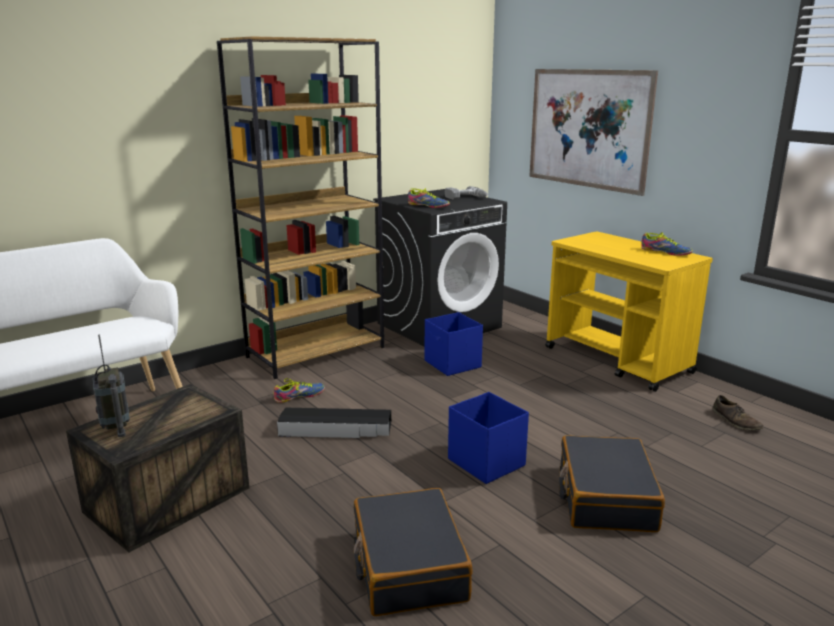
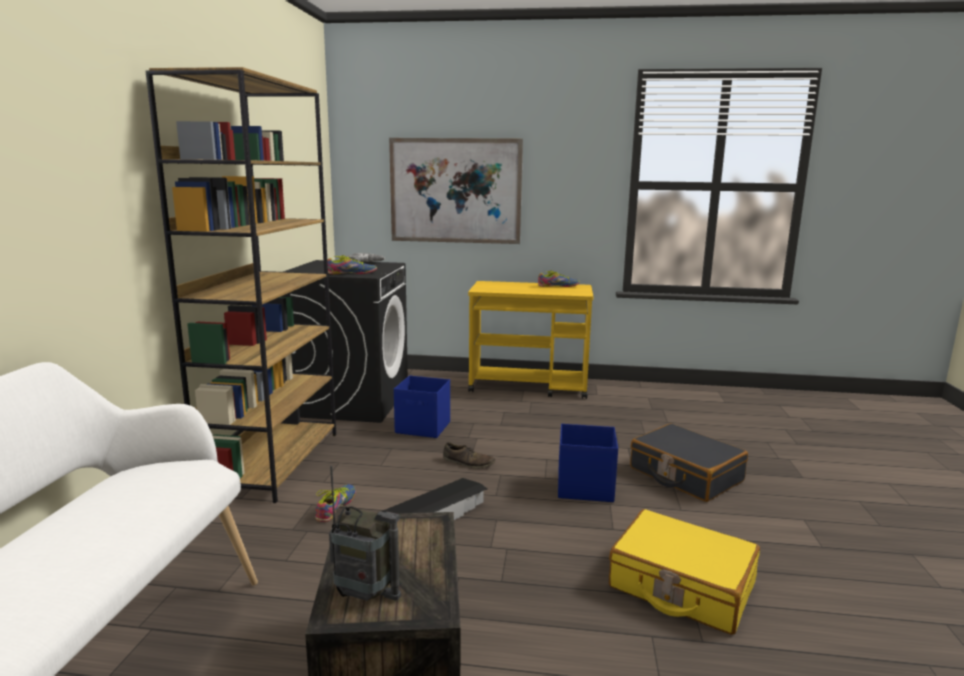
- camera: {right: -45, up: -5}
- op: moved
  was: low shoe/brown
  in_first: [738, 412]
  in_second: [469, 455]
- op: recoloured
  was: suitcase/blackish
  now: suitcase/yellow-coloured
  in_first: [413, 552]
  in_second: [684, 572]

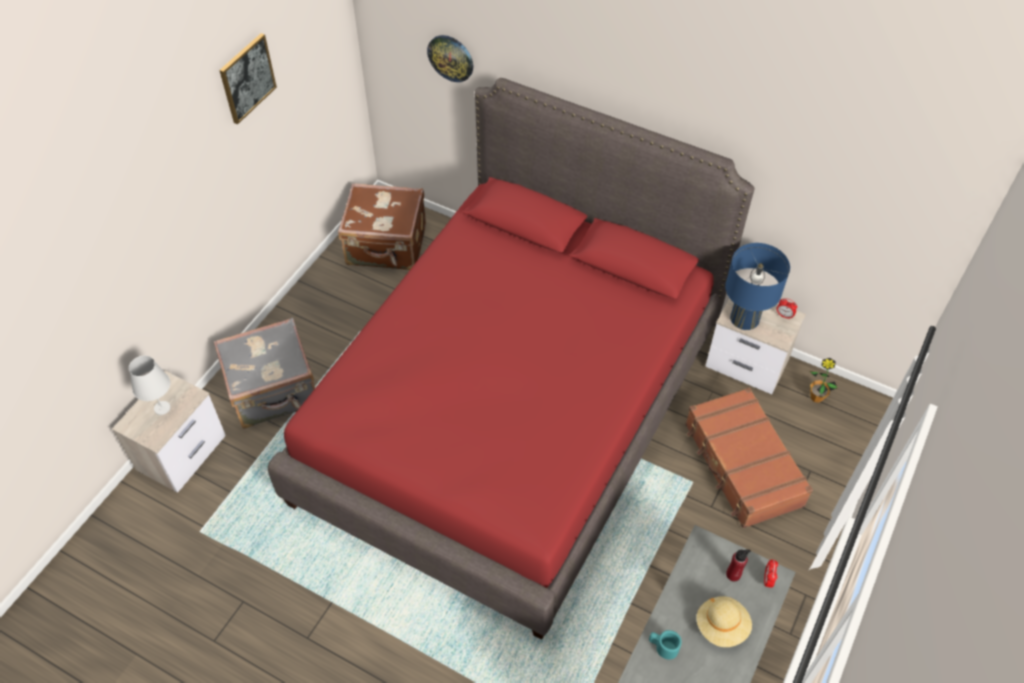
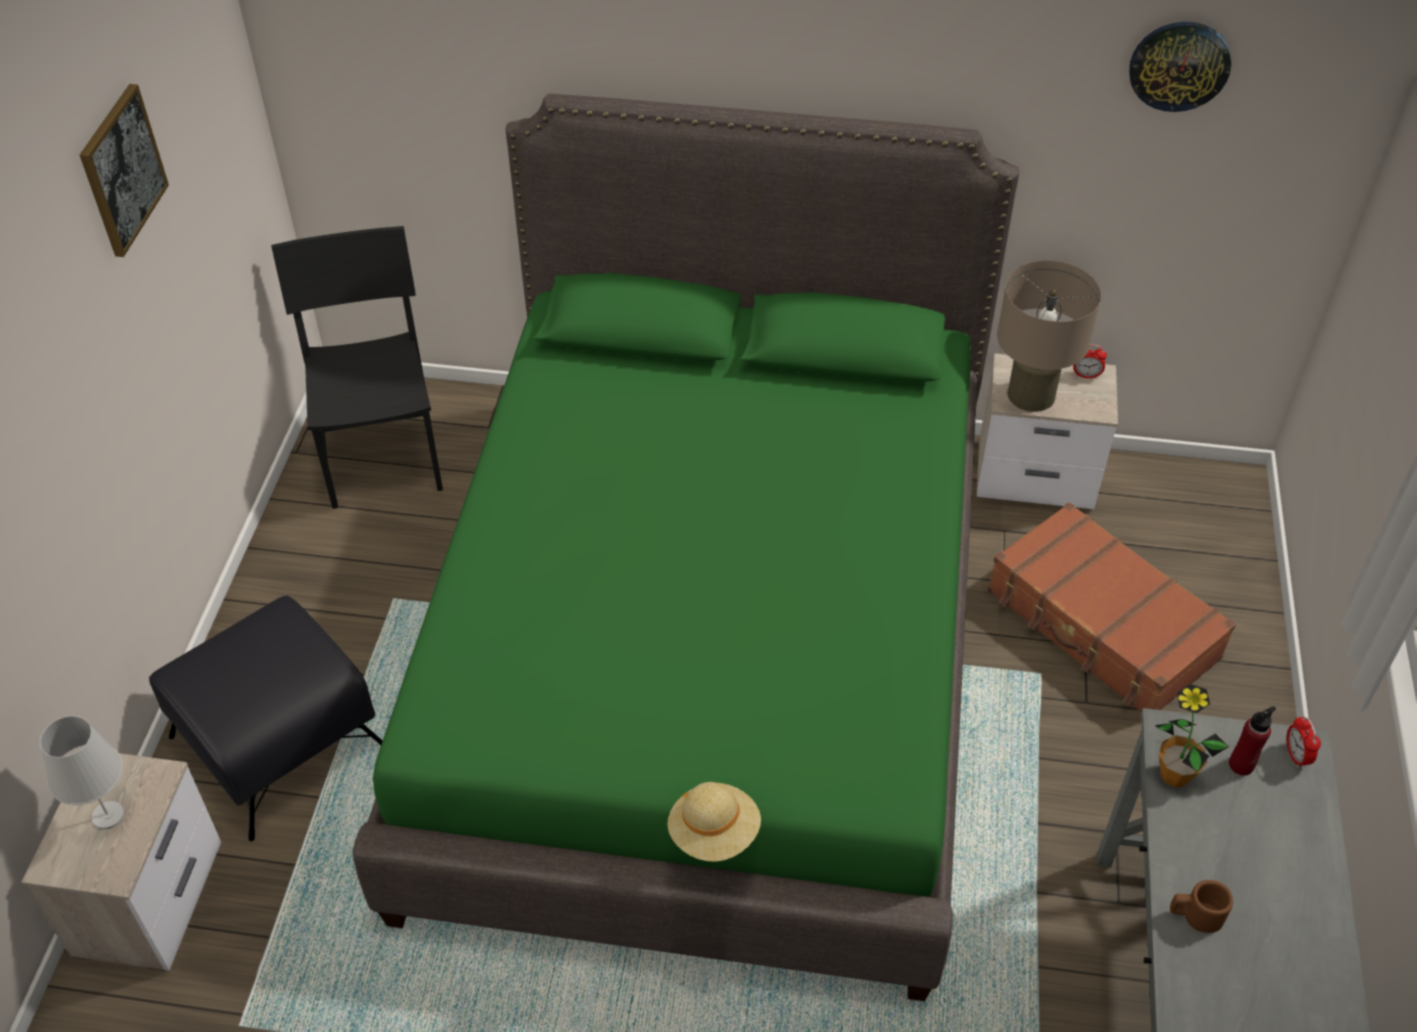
- camera: {right: -20, up: -5}
- op: moved
  was: clock on the wall
  in_first: [450, 58]
  in_second: [1180, 67]
- op: recoloured
  was: bedroom bed/red-coloured
  now: bedroom bed/greenish
  in_first: [511, 359]
  in_second: [686, 547]
- op: replaced
  was: suitcase/brown
  now: upright chair/blackish
  in_first: [382, 226]
  in_second: [357, 367]
- op: recoloured
  was: table lamp/bluish
  now: table lamp/beige-coloured
  in_first: [757, 286]
  in_second: [1049, 336]
- op: replaced
  was: suitcase/greyish
  now: ottoman/blackish
  in_first: [264, 373]
  in_second: [265, 718]
- op: moved
  was: houseplant
  in_first: [824, 380]
  in_second: [1192, 736]
- op: moved
  was: wearable hat/beige-coloured
  in_first: [724, 621]
  in_second: [714, 822]
- op: recoloured
  was: coffee mug/turquoise-coloured
  now: coffee mug/brown
  in_first: [665, 644]
  in_second: [1201, 906]

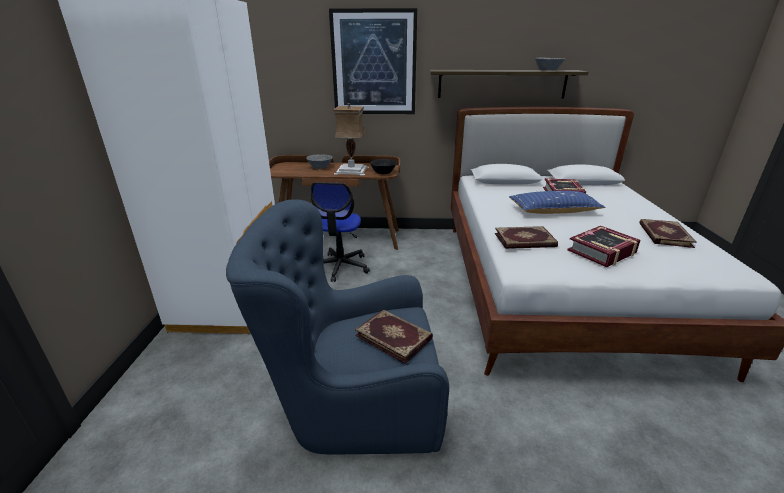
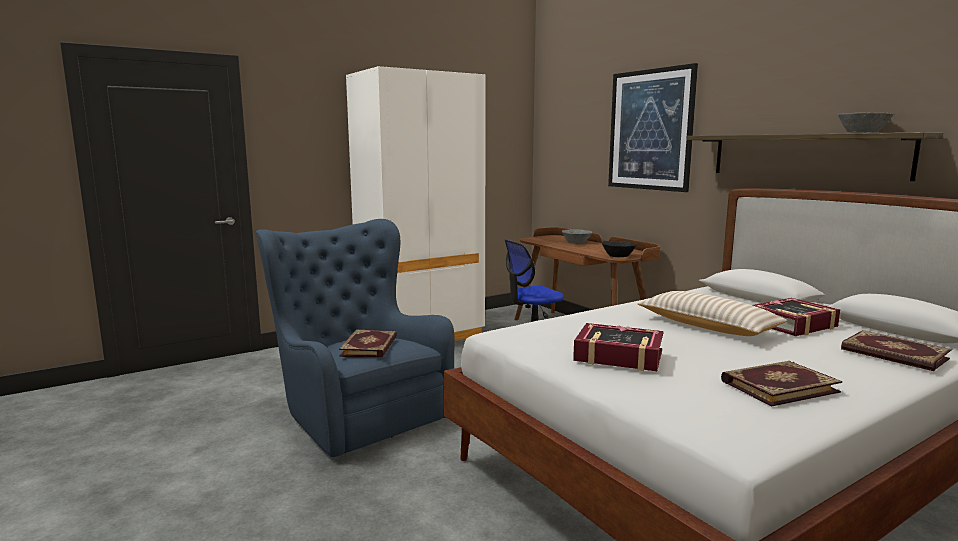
- camera: {right: 55, up: -15}
- op: removed
  was: table lamp
  in_first: [351, 139]
- op: recoloured
  was: throw pillow/bluish
  now: throw pillow/beige-coloured
  in_first: [557, 202]
  in_second: [712, 313]
- op: moved
  was: book
  in_first: [526, 237]
  in_second: [896, 350]

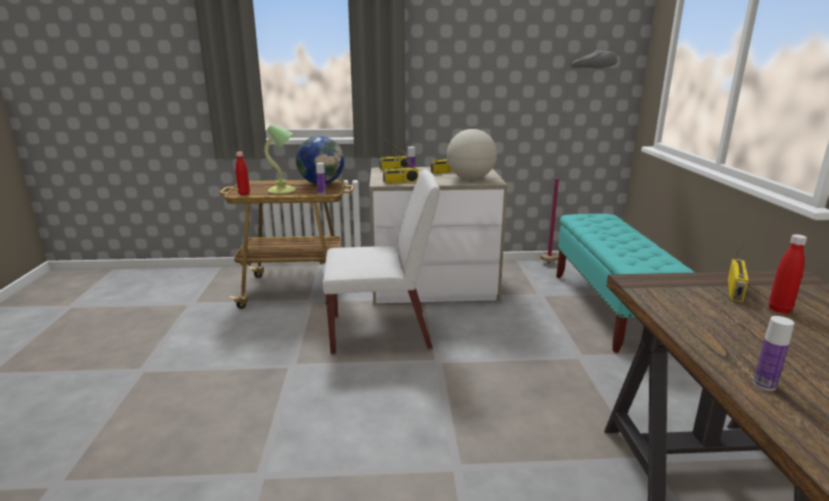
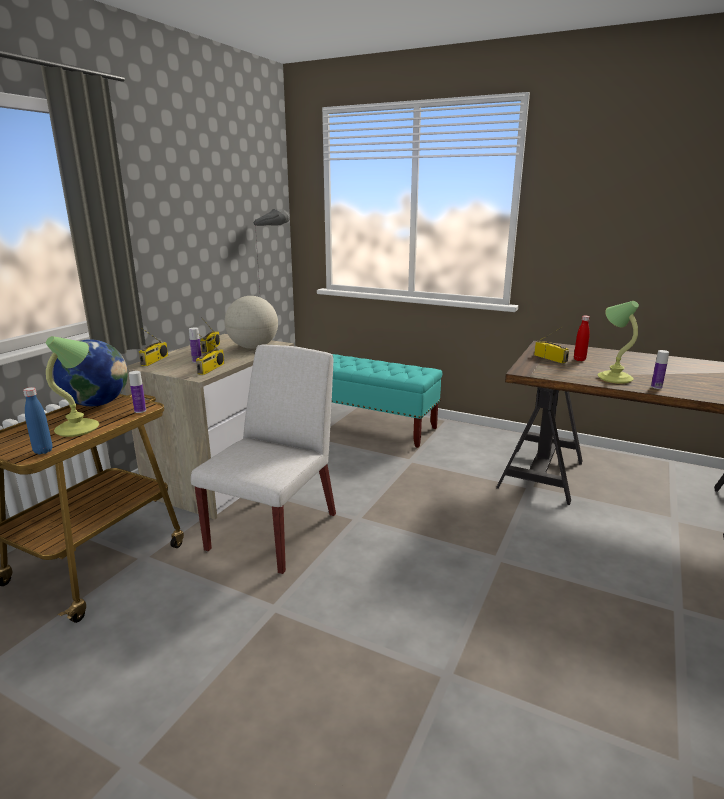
- camera: {right: -60, up: 0}
- op: recoloured
  was: beverage bottle/red-coloured
  now: beverage bottle/bluish
  in_first: [243, 173]
  in_second: [38, 420]
- op: added
  now: table lamp
  in_second: [618, 342]

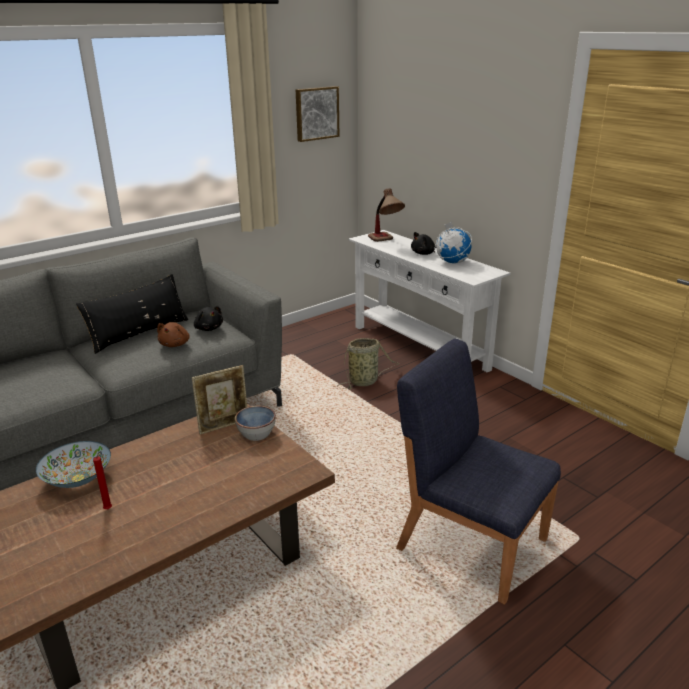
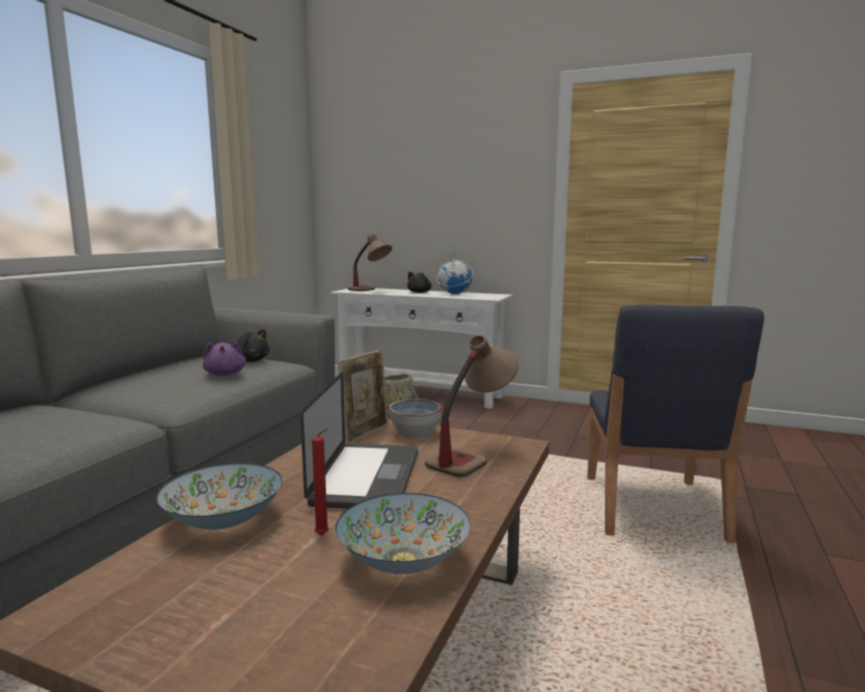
- camera: {right: -30, up: -15}
- op: removed
  was: wall picture
  in_first: [317, 114]
- op: removed
  was: throw pillow/blackish
  in_first: [132, 314]
- op: recoloured
  was: plush toy/brown
  now: plush toy/purple-coloured
  in_first: [173, 334]
  in_second: [224, 359]
- op: turned
  was: upright chair/bluish
  in_first: [478, 472]
  in_second: [675, 424]
  clockwise: -90
- op: added
  now: table lamp
  in_second: [471, 406]
- op: added
  now: portable computer
  in_second: [359, 440]
- op: added
  now: deep dish
  in_second: [403, 533]

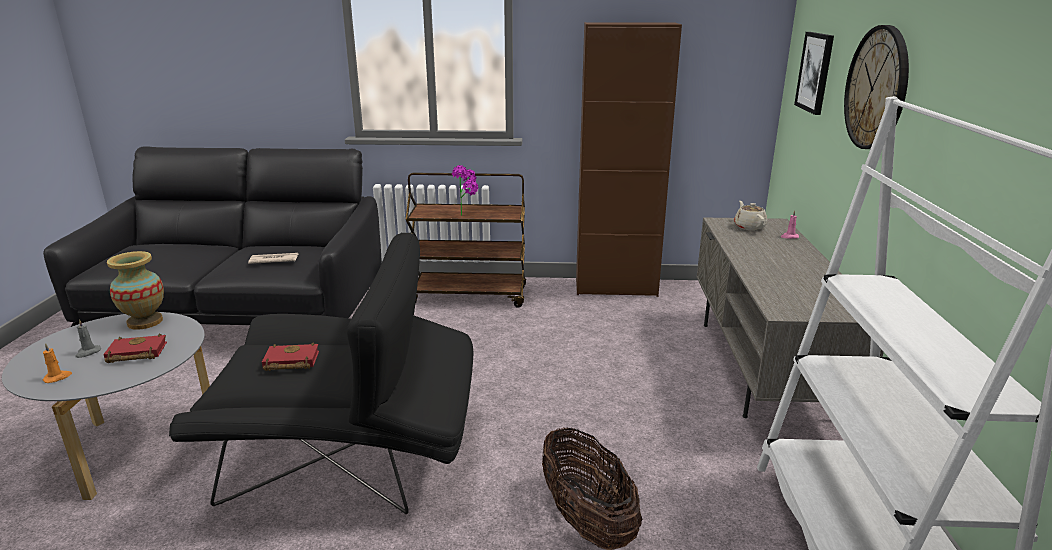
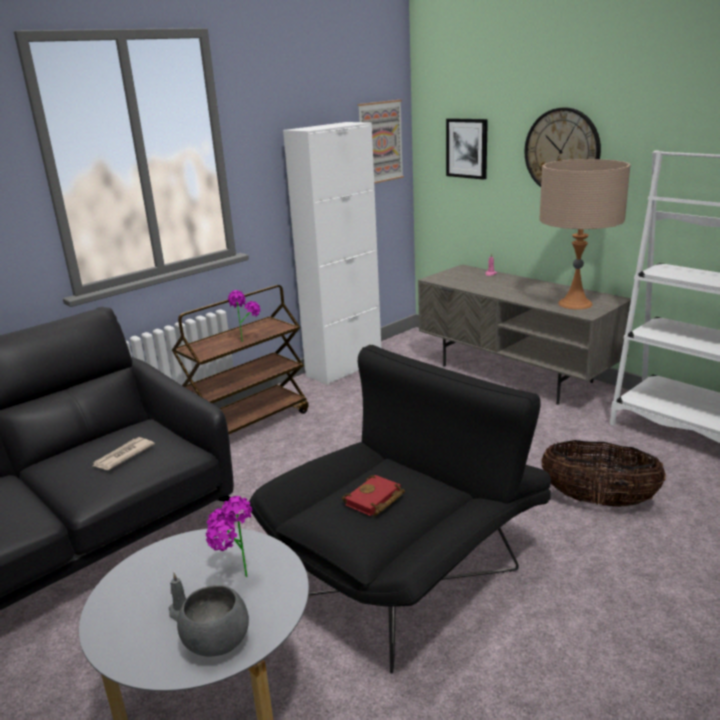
- camera: {right: -45, up: 0}
- op: recoloured
  was: cabinet/brown
  now: cabinet/white-coloured
  in_first: [629, 159]
  in_second: [332, 253]
- op: removed
  was: tea pot/beige-coloured
  in_first: [750, 215]
- op: removed
  was: flower vase
  in_first: [135, 290]
- op: replaced
  was: book/red-coloured
  now: houseplant
  in_first: [135, 348]
  in_second: [229, 537]
- op: replaced
  was: wax candle/orange
  now: deep dish/greyish
  in_first: [57, 363]
  in_second: [213, 621]
- op: added
  now: wall picture
  in_second: [380, 142]
- op: added
  now: table lamp/beige-coloured
  in_second: [585, 234]

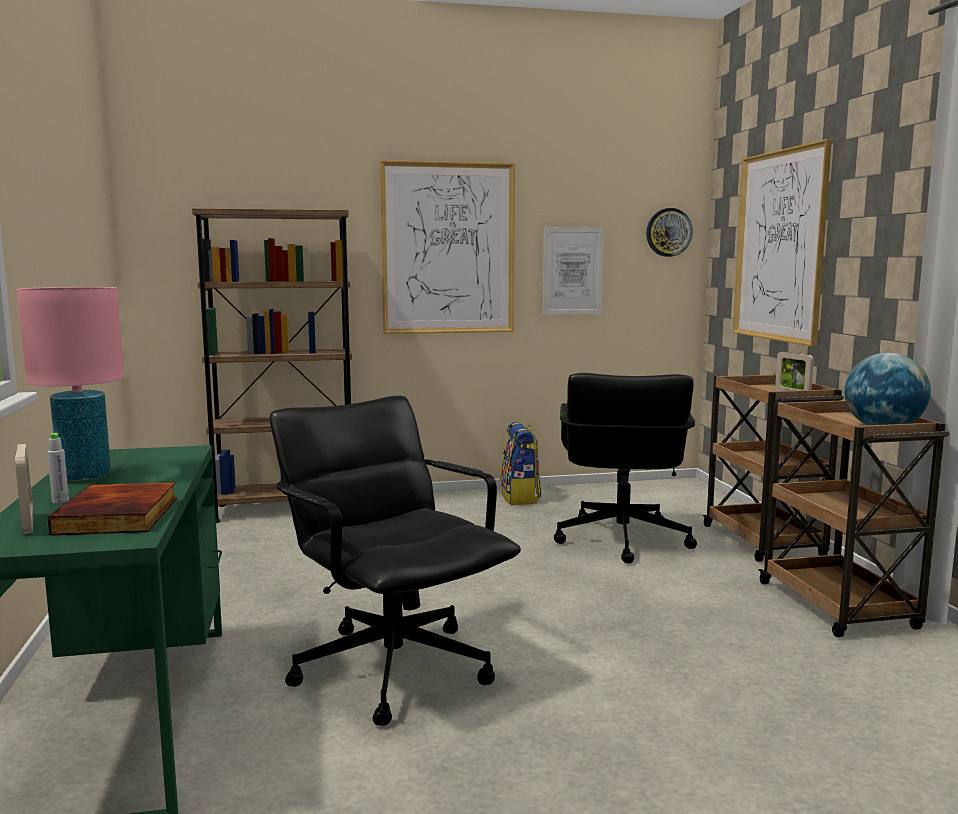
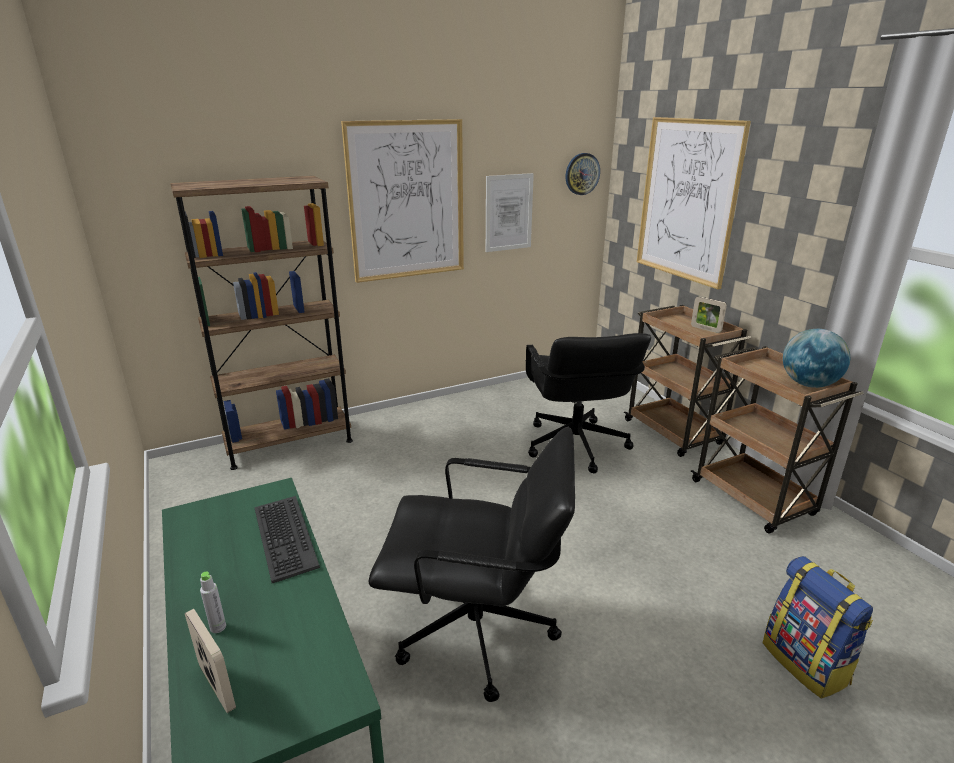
- camera: {right: -15, up: 15}
- op: removed
  was: table lamp/pinkish
  in_first: [70, 384]
- op: turned
  was: desk chair/blackish
  in_first: [395, 561]
  in_second: [472, 564]
  clockwise: 150
- op: moved
  was: rucksack
  in_first: [521, 463]
  in_second: [818, 627]
- op: removed
  was: book
  in_first: [112, 508]
- op: added
  now: keyboard
  in_second: [287, 539]

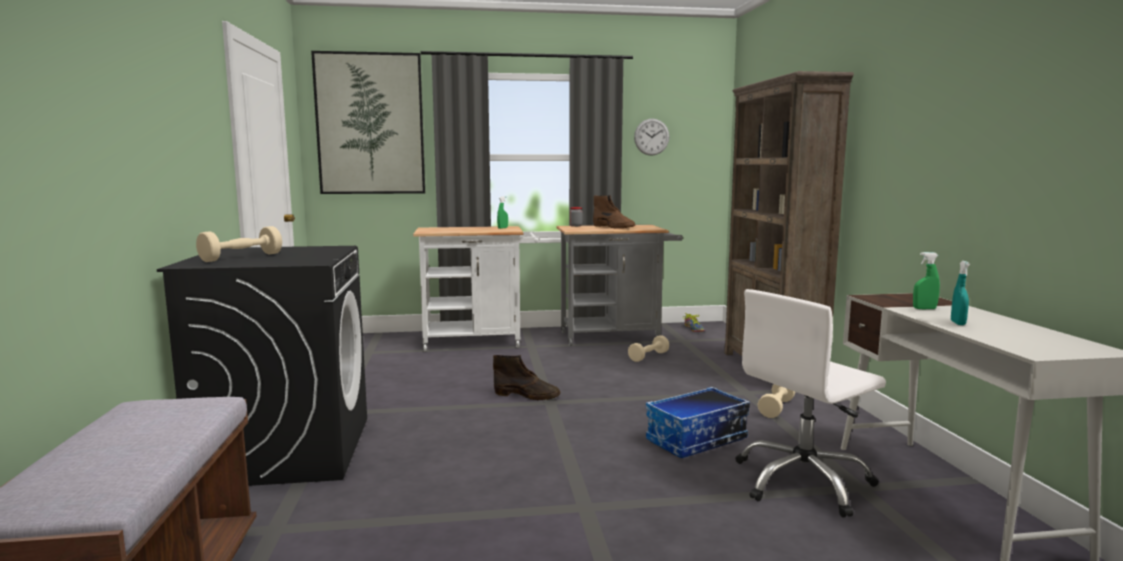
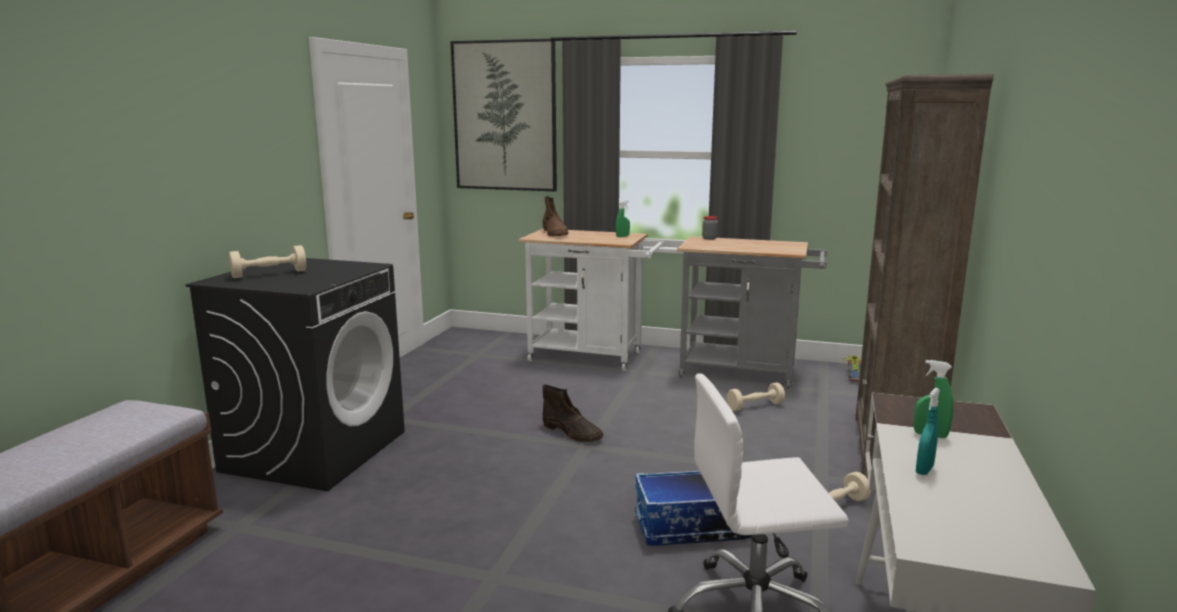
- camera: {right: 25, up: 5}
- op: removed
  was: clock on the wall
  in_first: [651, 137]
- op: moved
  was: high-top boot/brown
  in_first: [614, 212]
  in_second: [556, 216]

